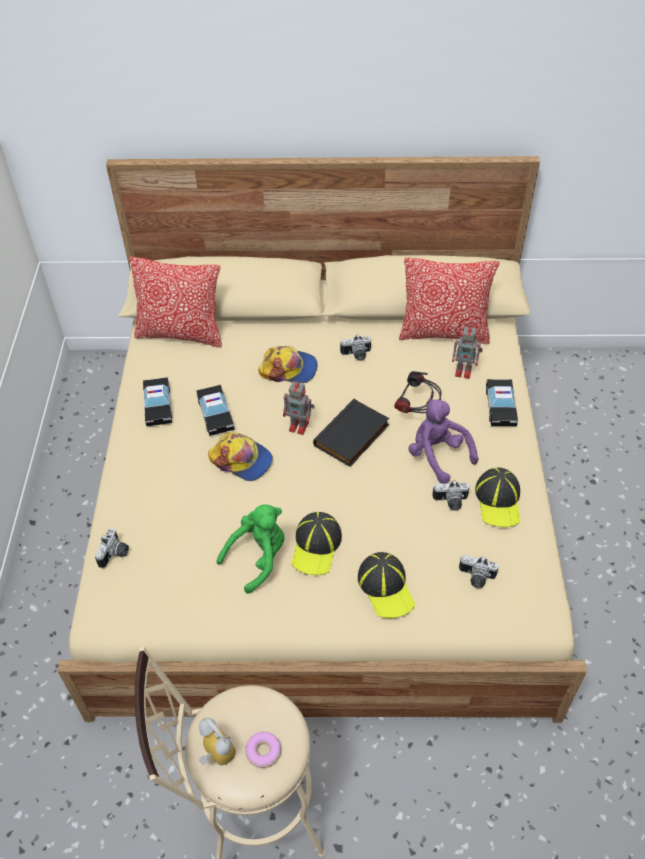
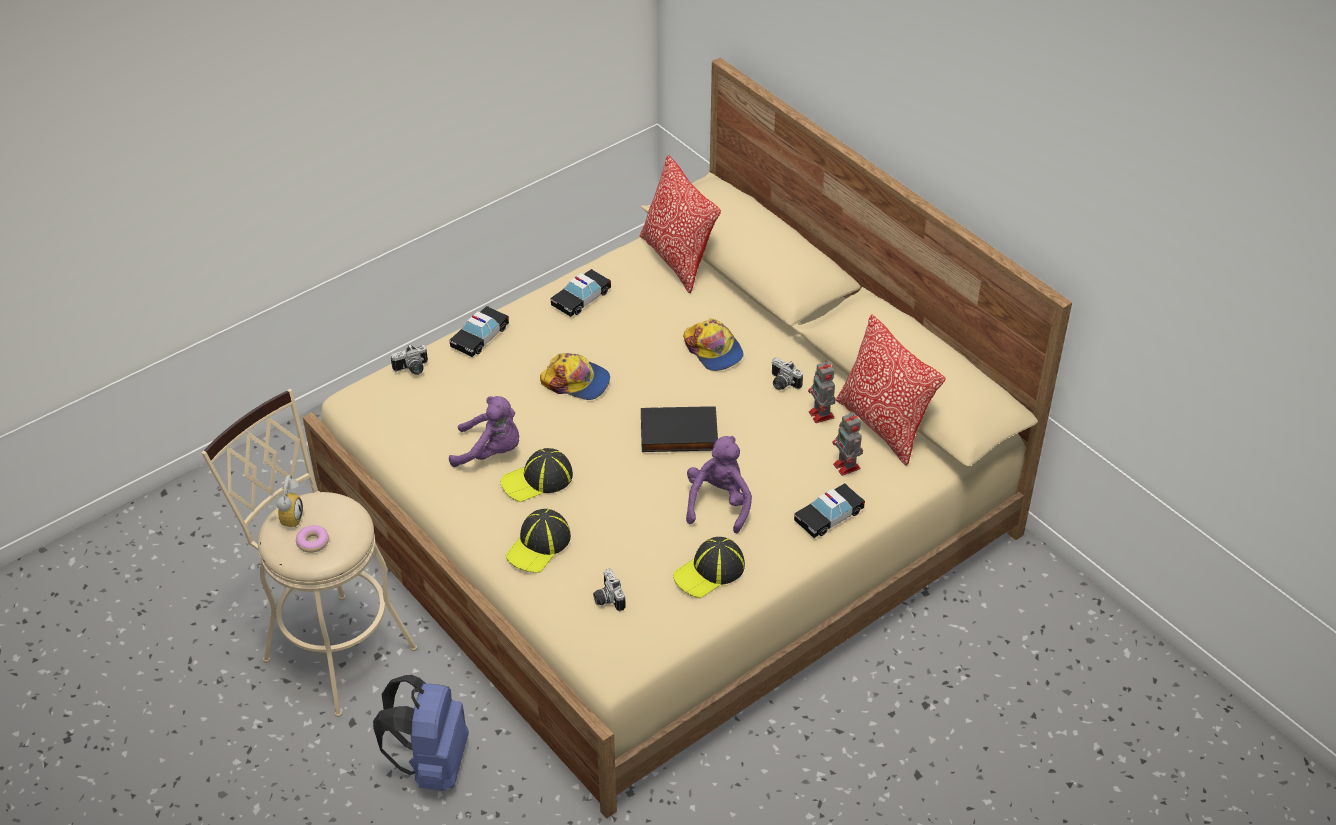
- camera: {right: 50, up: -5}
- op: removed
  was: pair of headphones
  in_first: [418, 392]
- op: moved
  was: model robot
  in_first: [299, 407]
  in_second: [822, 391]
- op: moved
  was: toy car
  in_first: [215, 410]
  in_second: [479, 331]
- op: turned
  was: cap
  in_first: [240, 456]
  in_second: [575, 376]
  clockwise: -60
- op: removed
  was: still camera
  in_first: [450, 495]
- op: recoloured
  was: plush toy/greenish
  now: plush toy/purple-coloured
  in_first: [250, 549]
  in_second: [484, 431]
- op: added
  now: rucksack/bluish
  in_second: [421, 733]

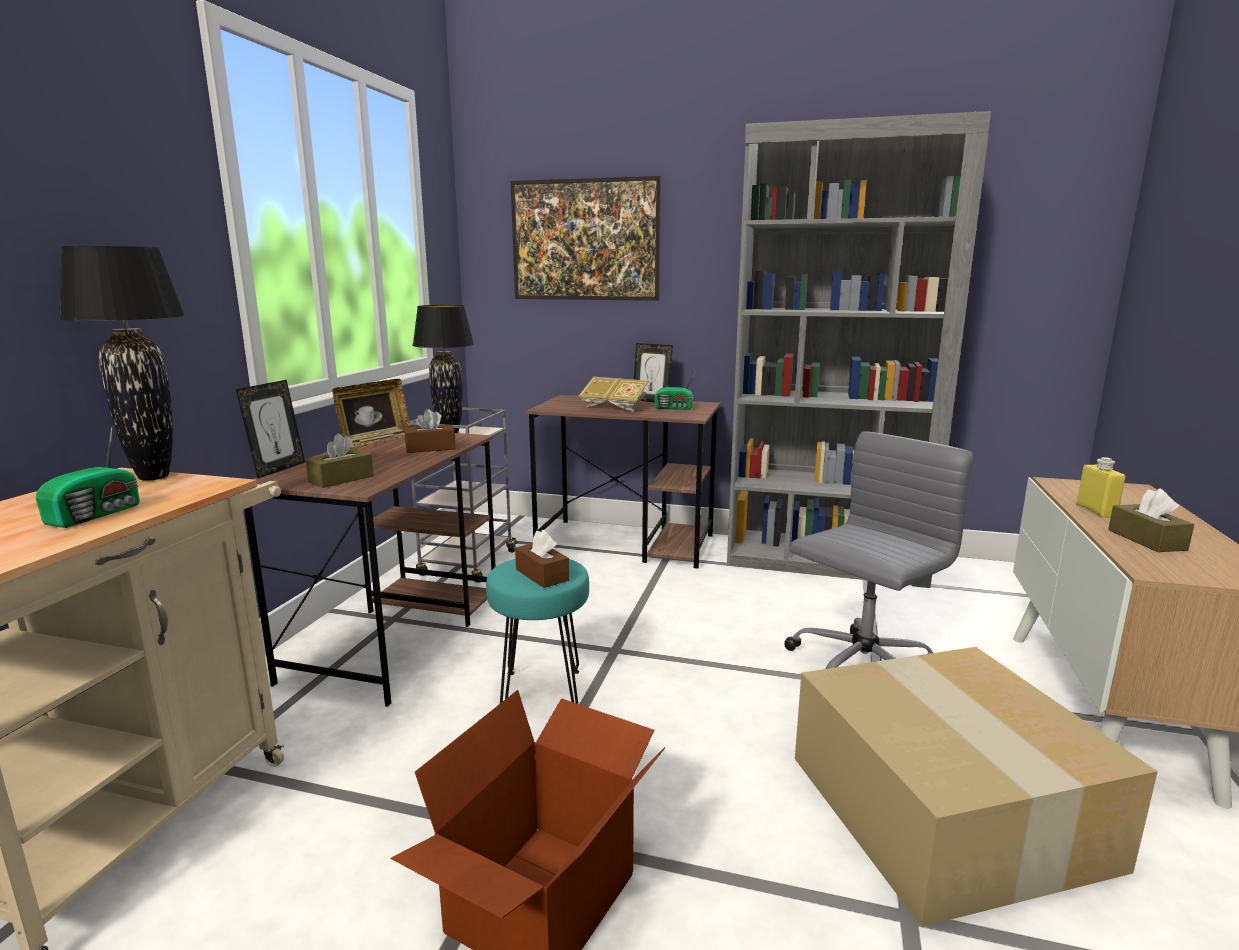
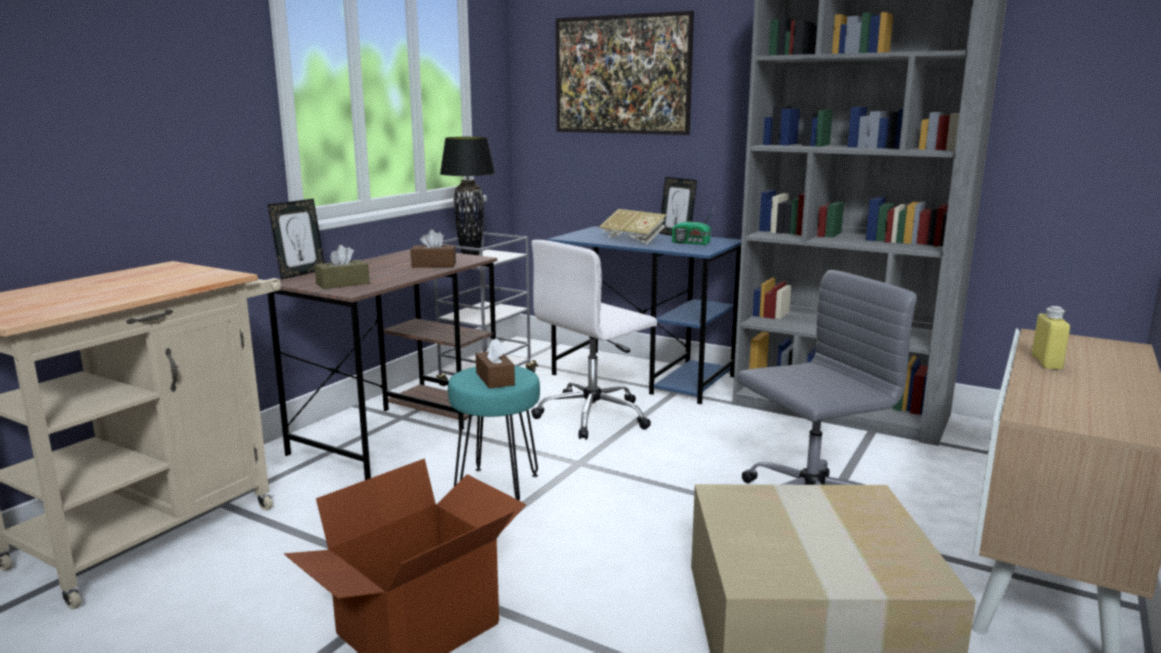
- camera: {right: 15, up: 0}
- op: removed
  was: table lamp/blackish
  in_first: [121, 363]
- op: removed
  was: standing frame
  in_first: [371, 413]
- op: recoloured
  was: desk table/brown
  now: desk table/bluish
  in_first: [622, 482]
  in_second: [644, 315]
- op: removed
  was: radio set
  in_first: [88, 477]
- op: removed
  was: tissue holder/brown
  in_first: [1151, 520]
- op: added
  now: desk chair/white-coloured
  in_second: [594, 340]

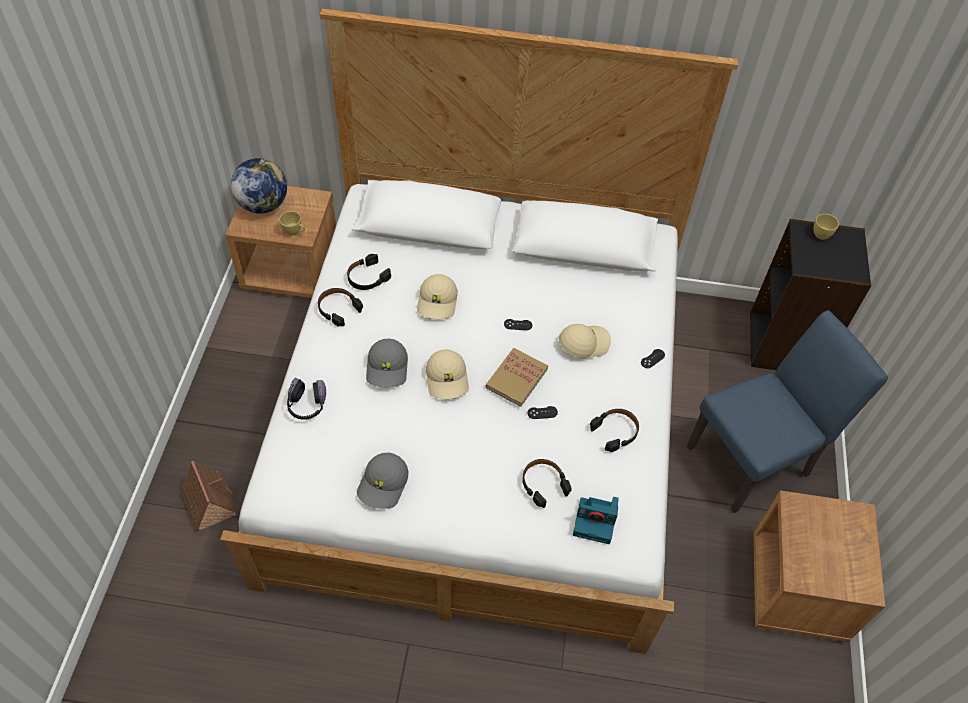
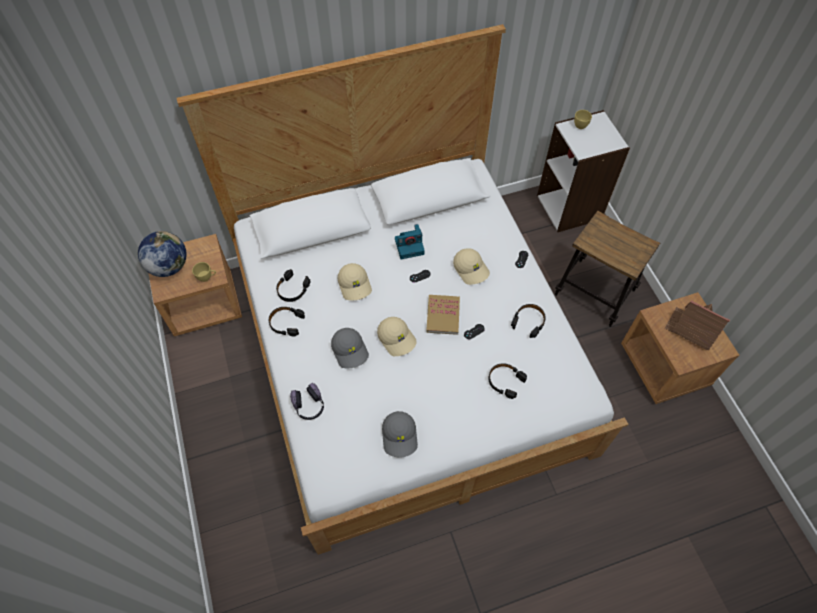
- camera: {right: -25, up: 5}
- op: recoloured
  was: shelving unit/blackish
  now: shelving unit/white-coloured
  in_first: [810, 294]
  in_second: [583, 171]
- op: replaced
  was: upright chair/bluish
  now: stool seat
  in_first: [787, 411]
  in_second: [607, 269]
- op: turned
  was: cap/beige-coloured
  in_first: [585, 341]
  in_second: [471, 266]
  clockwise: 105
- op: moved
  was: miniature house
  in_first: [210, 496]
  in_second: [697, 325]
- op: moved
  was: still camera
  in_first: [596, 520]
  in_second: [410, 241]

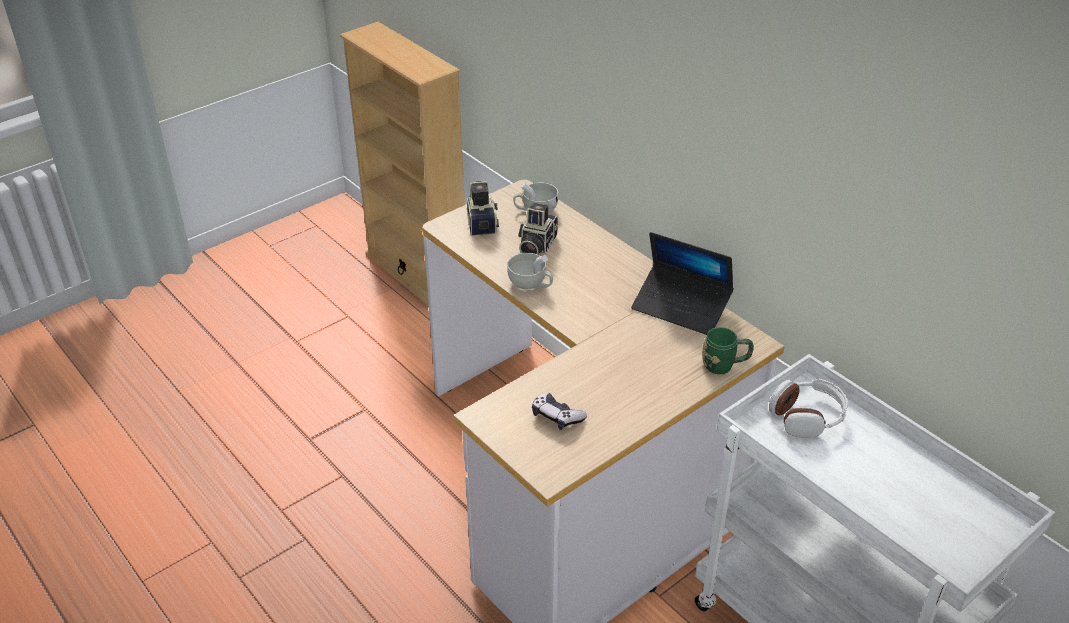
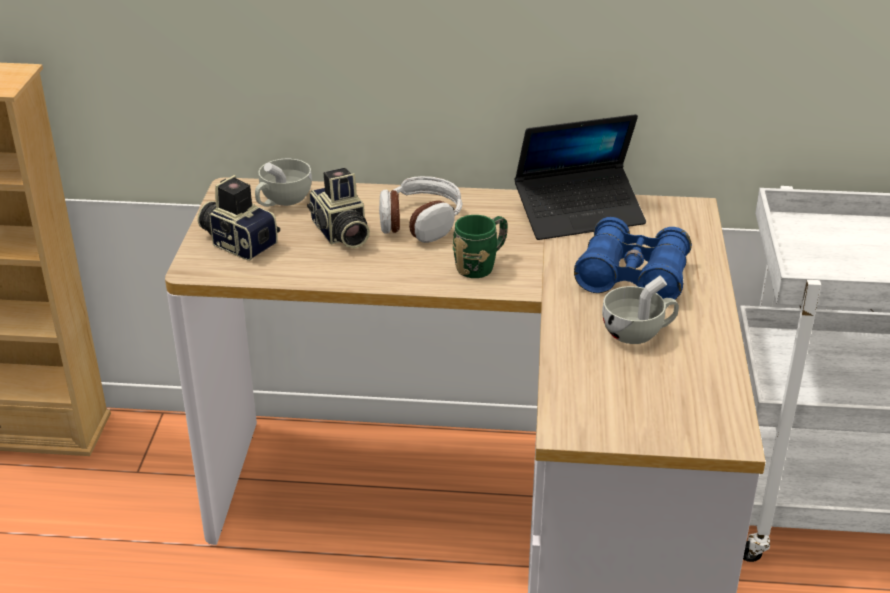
- camera: {right: -45, up: -5}
- op: moved
  was: cup/white-coloured
  in_first: [530, 271]
  in_second: [640, 310]
- op: moved
  was: coffee mug/greenish
  in_first: [728, 350]
  in_second: [480, 246]
- op: moved
  was: pair of headphones
  in_first: [808, 408]
  in_second: [420, 209]
- op: removed
  was: joypad
  in_first: [559, 411]
- op: added
  now: binoculars/bluish
  in_second: [633, 258]

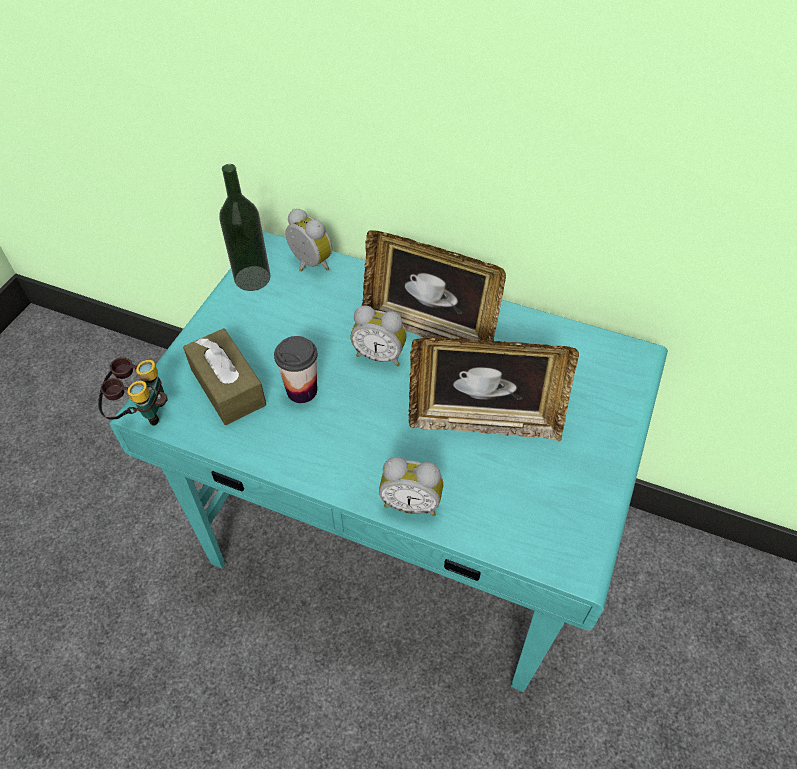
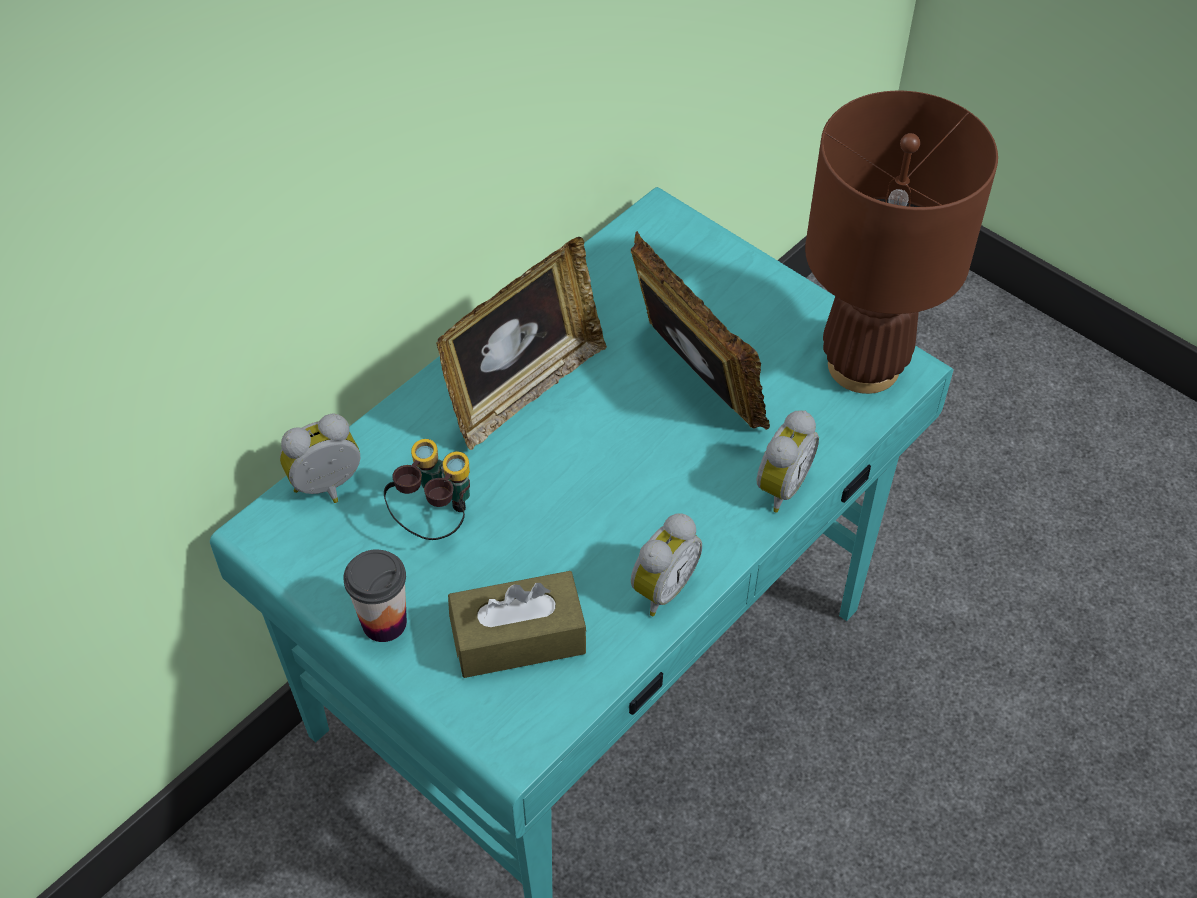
- camera: {right: -70, up: 0}
- op: removed
  was: beverage bottle
  in_first: [244, 227]
- op: moved
  was: alarm clock
  in_first: [378, 336]
  in_second: [666, 564]
- op: moved
  was: cup
  in_first: [295, 369]
  in_second: [375, 595]
- op: turned
  was: standing frame
  in_first: [493, 389]
  in_second: [700, 330]
  clockwise: -60
- op: moved
  was: binoculars
  in_first: [133, 391]
  in_second: [427, 489]
- op: added
  now: table lamp/brown
  in_second: [901, 242]

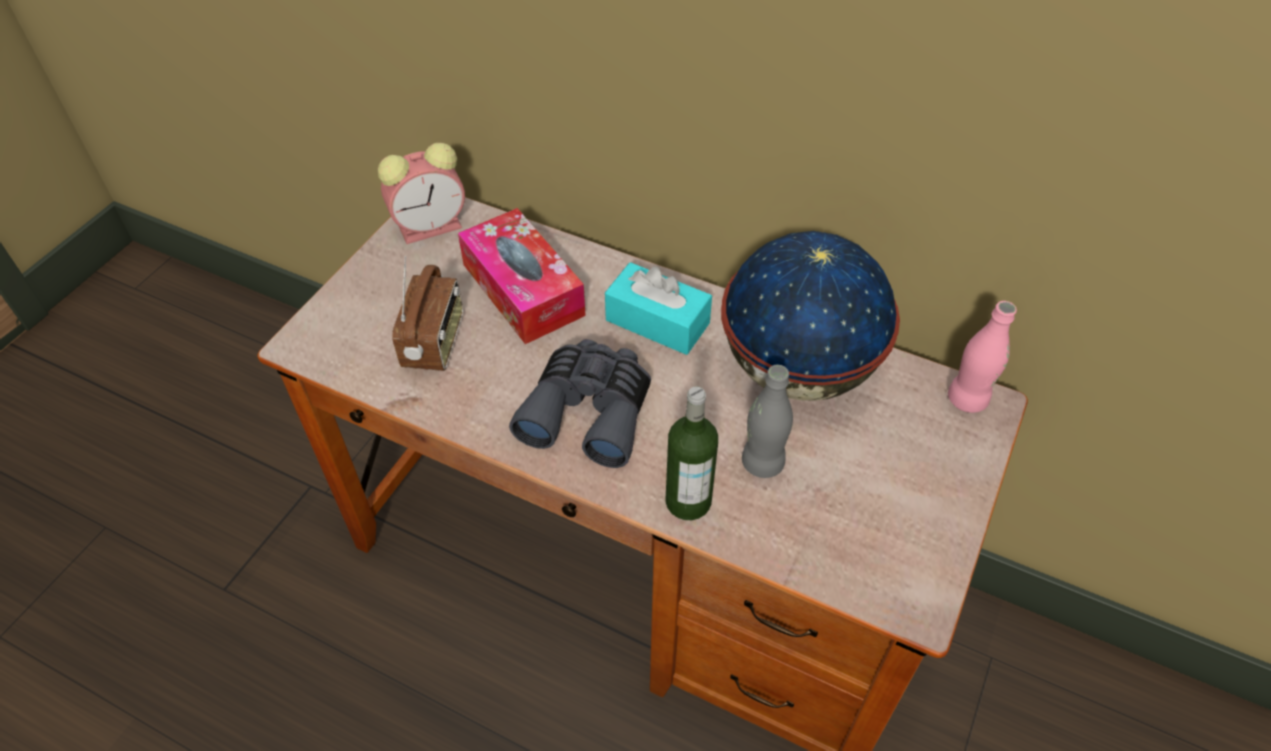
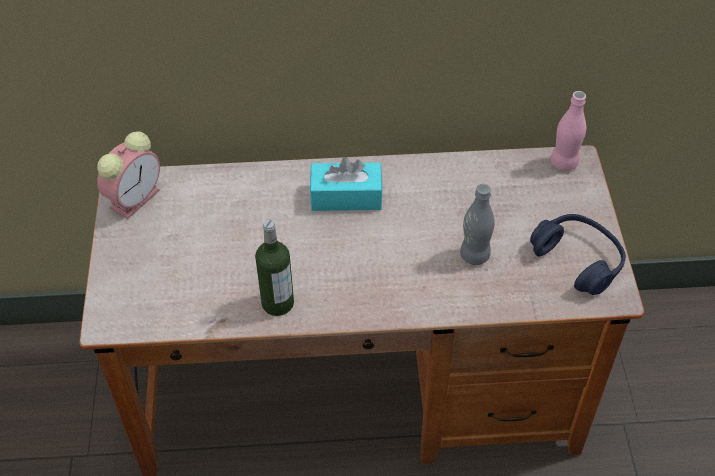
- camera: {right: -30, up: 0}
- op: removed
  was: tissue holder
  in_first: [522, 276]
- op: removed
  was: desk globe
  in_first: [810, 316]
- op: removed
  was: radio set
  in_first: [427, 313]
- op: removed
  was: binoculars/greyish
  in_first: [580, 403]
- op: moved
  was: beverage bottle
  in_first: [691, 453]
  in_second: [274, 268]
- op: added
  now: pair of headphones/bluish
  in_second: [578, 254]

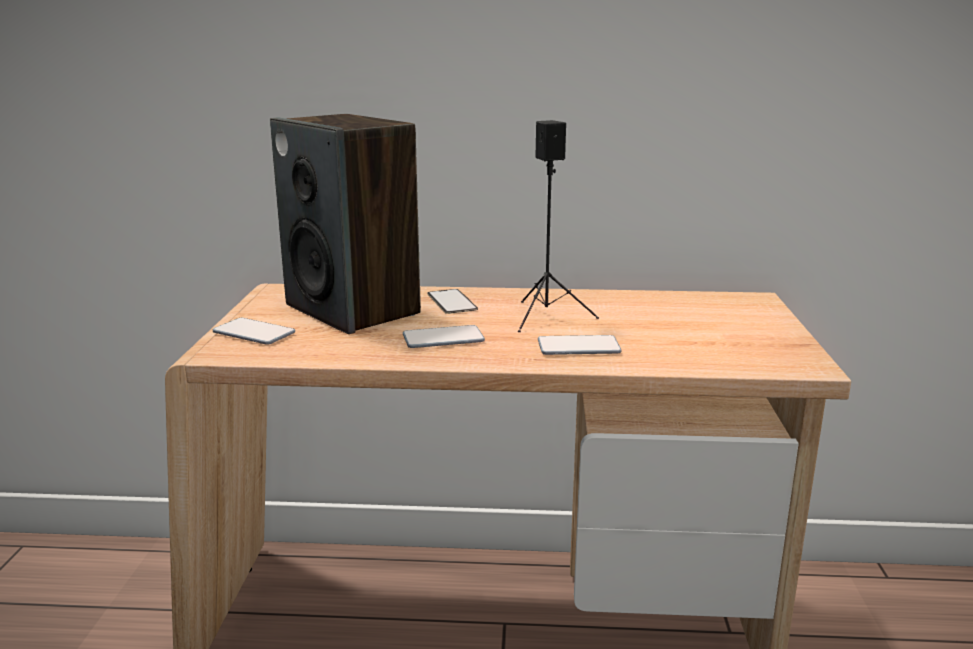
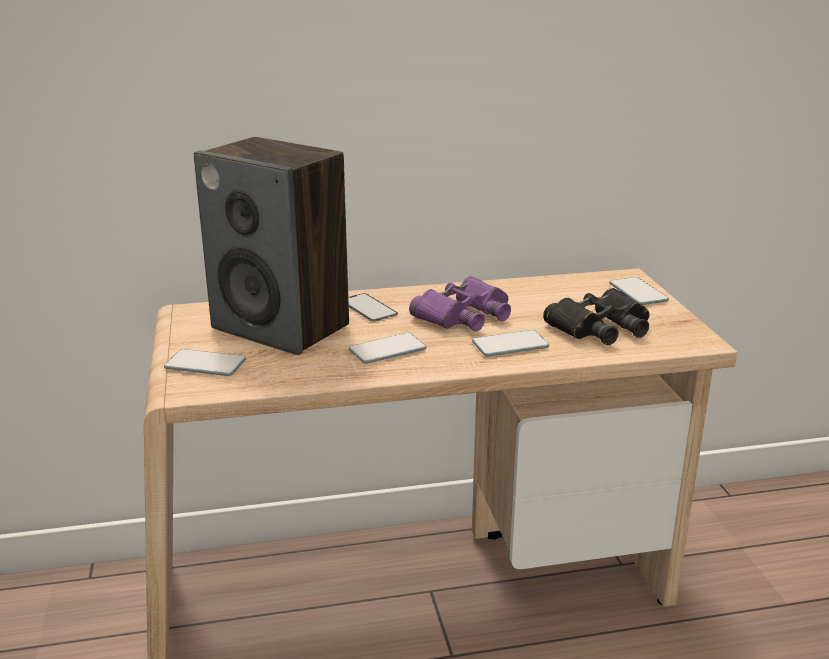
- camera: {right: -15, up: 5}
- op: replaced
  was: loudspeaker/blackish
  now: binoculars/purple-coloured
  in_first: [558, 226]
  in_second: [460, 304]
- op: added
  now: handset
  in_second: [639, 291]
- op: added
  now: binoculars/blackish
  in_second: [596, 316]

